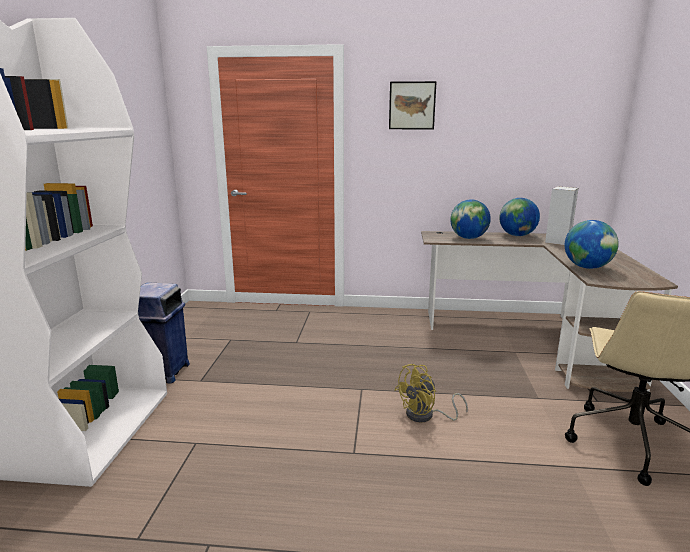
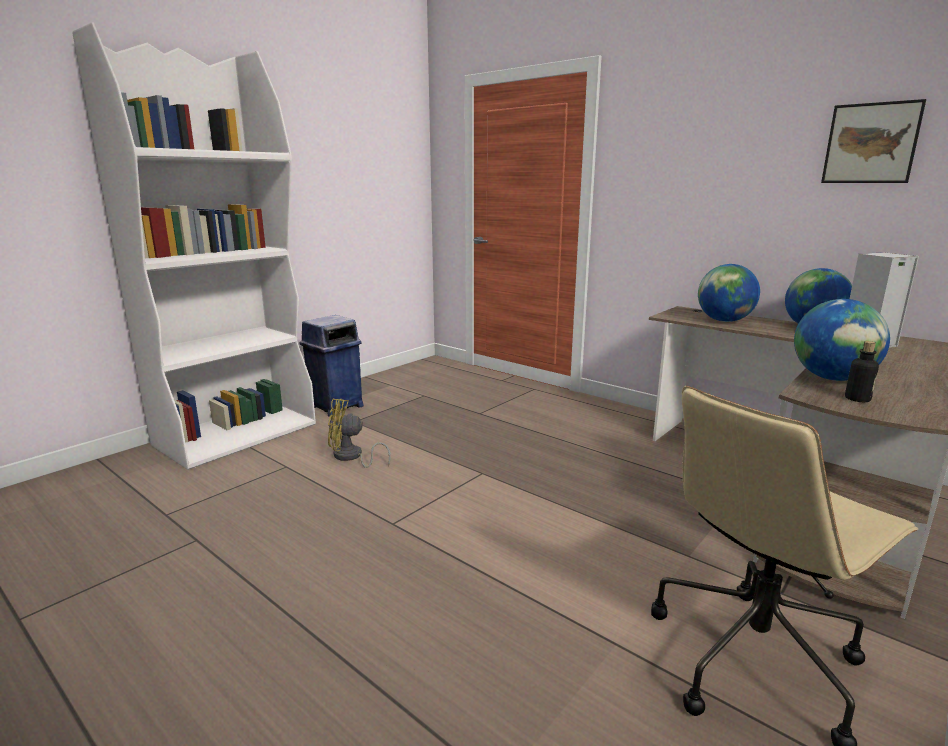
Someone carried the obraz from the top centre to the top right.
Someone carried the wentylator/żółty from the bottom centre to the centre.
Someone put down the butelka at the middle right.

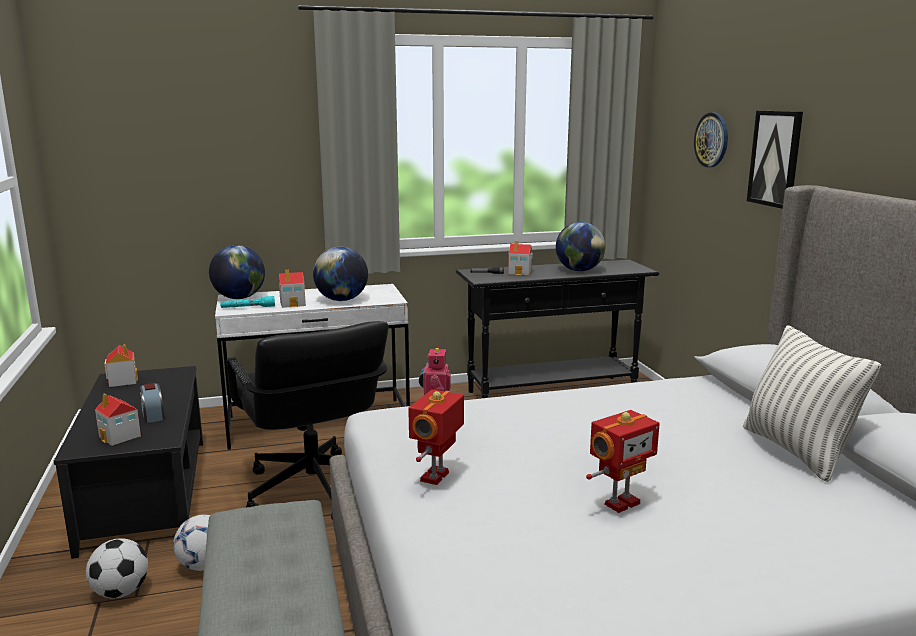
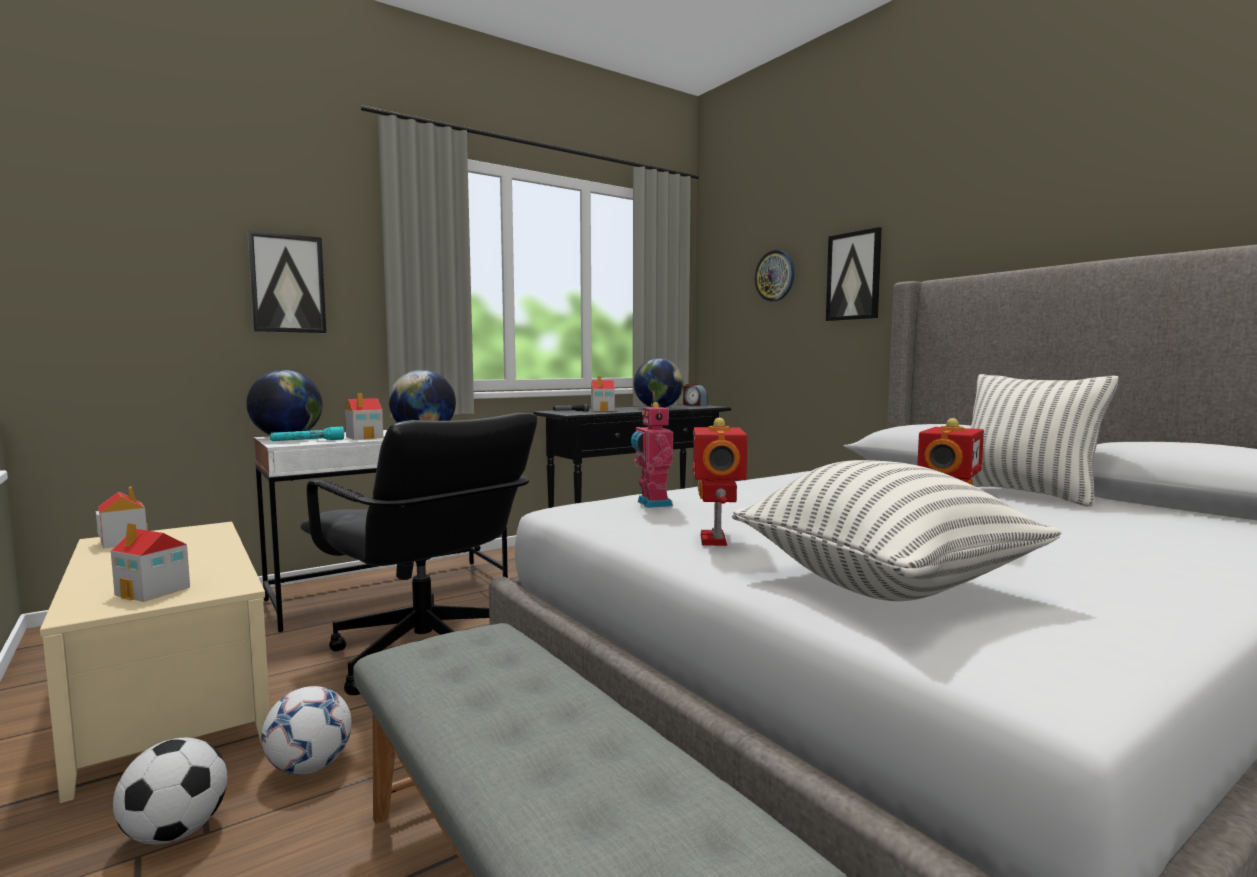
Someone repainted the ława/czarny at the bottom left, which became the ława/beżowy at the bottom left.
Someone carried the budzik from the middle left to the centre.
Someone put up the obraz (1st from left) at the top left.
Someone put down the poduszka (1st from left) at the middle right.

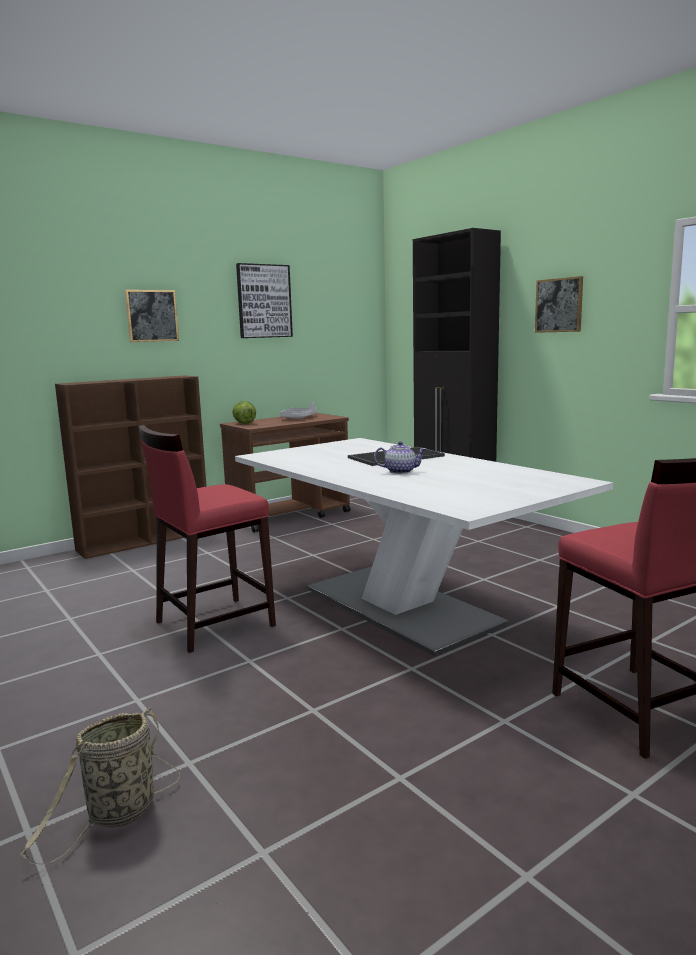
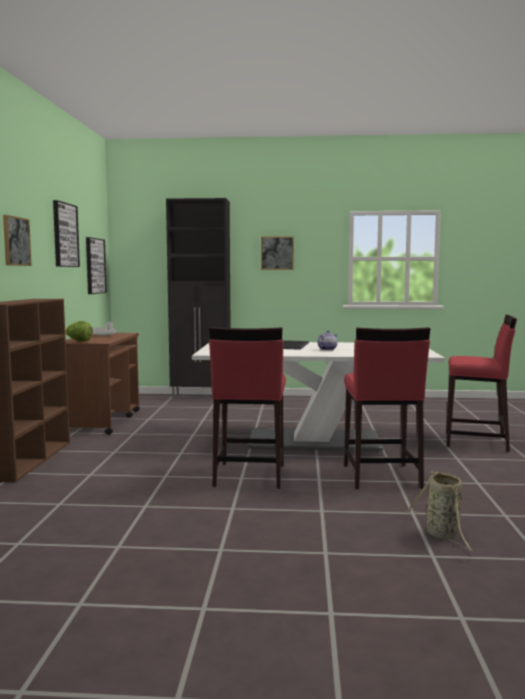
Someone put up the obraz (3rd from left) at the middle left.
Someone put down the stołek/czerwony (2nd from left) at the middle right.

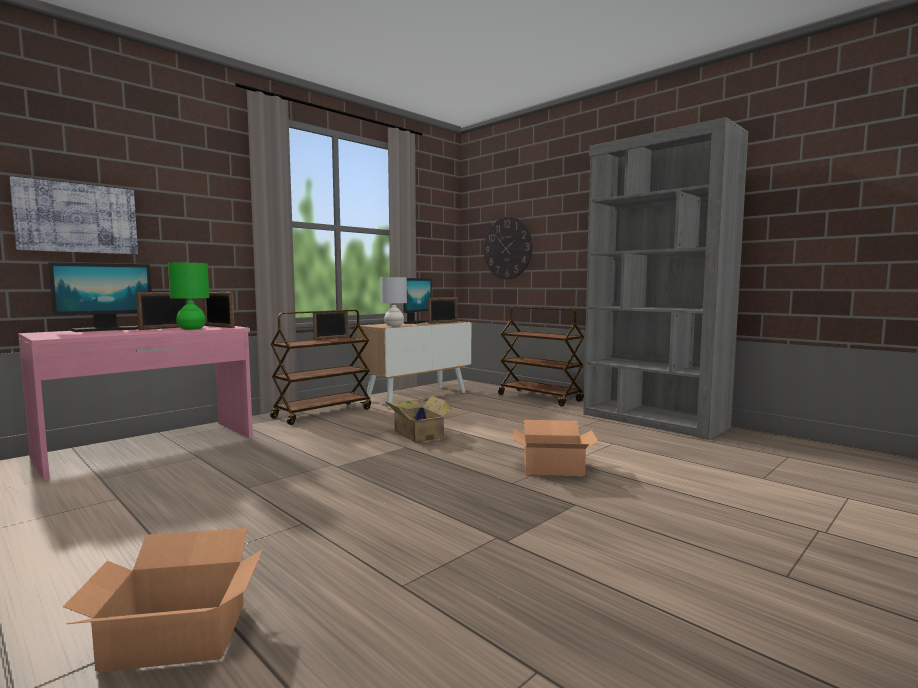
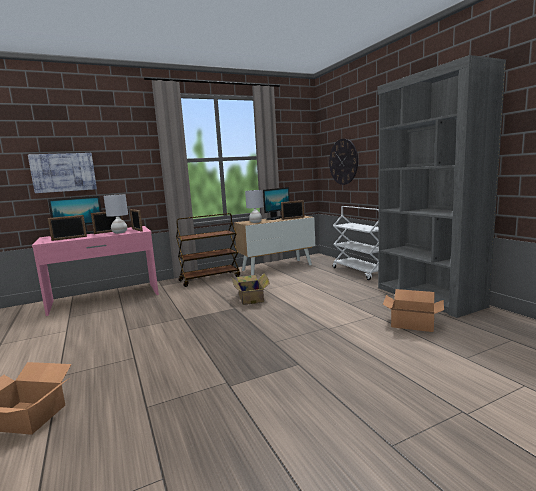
Someone repainted the lampa stołowa/zielony at the middle left, which became the lampa stołowa/szary (1st from left) at the middle left.
Someone repainted the wózek/brązowy (2nd from left) at the centre, which became the wózek/biały at the centre.
Someone carried the ramka na zdjęcie (3rd from left in the first image) from the centre to the middle left.
Someone carried the karton (3rd from left) from the centre to the middle right.

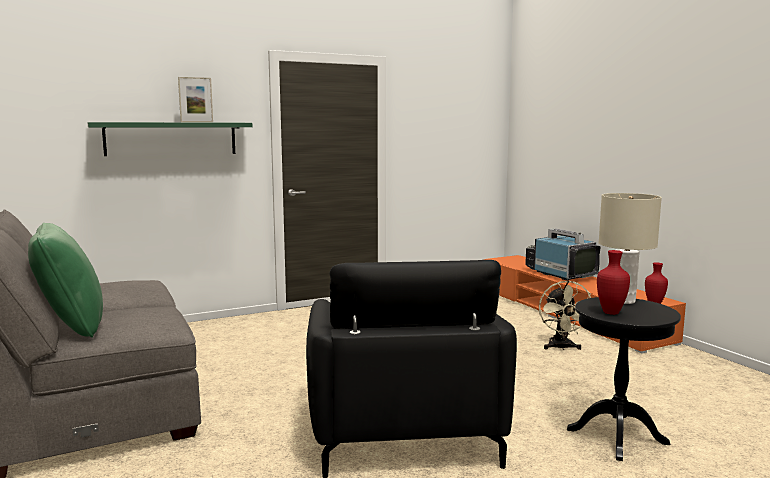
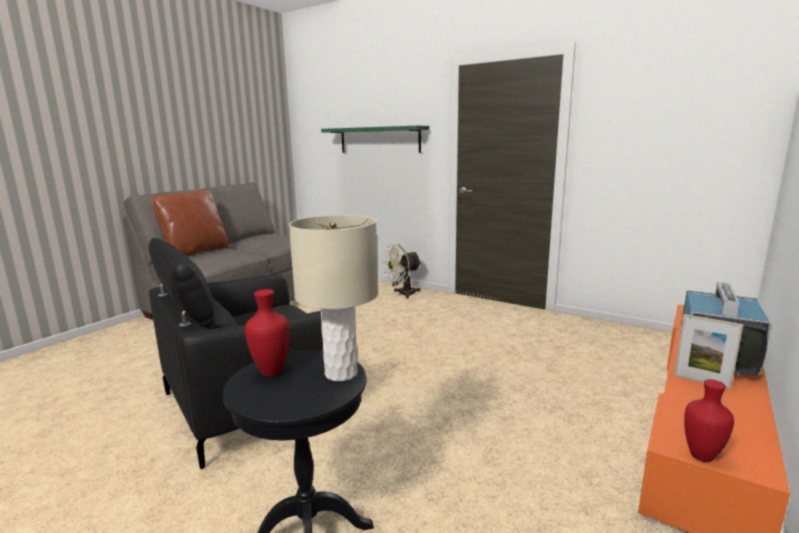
Someone carried the ramka na zdjęcie from the top left to the middle right.
Someone repainted the poduszka/zielony at the middle left, which became the poduszka/brązowy at the middle left.
Someone carried the wentylator/beżowy from the middle right to the centre.

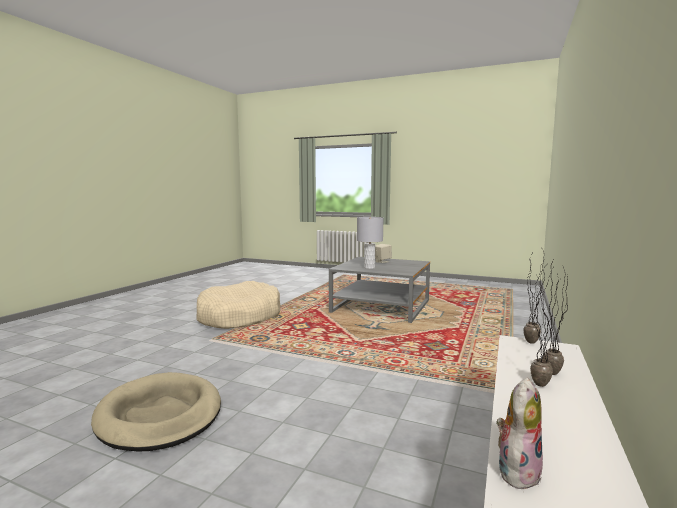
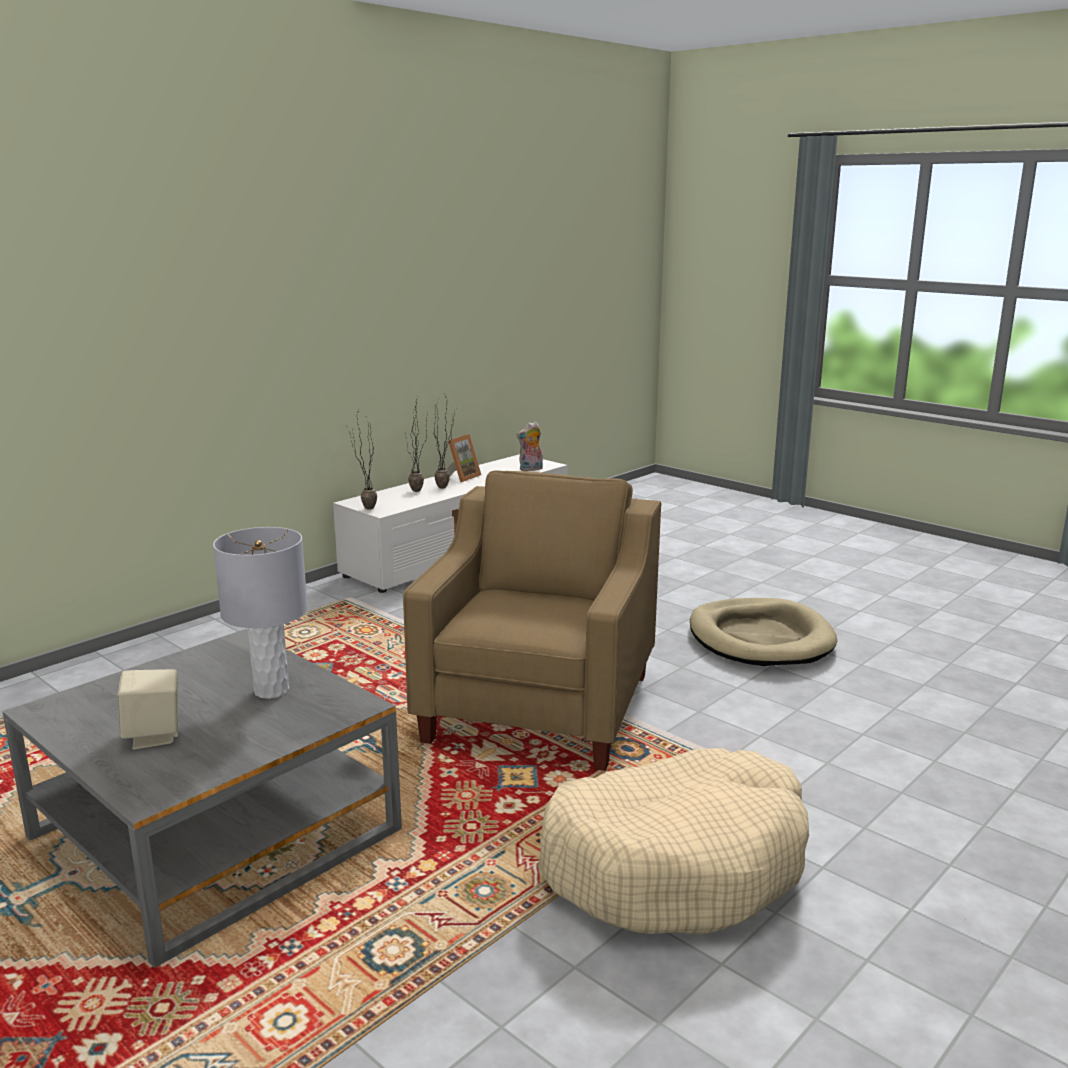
Someone put down the ramka na zdjęcie at the centre.
Someone put down the fotel/beżowy at the centre.

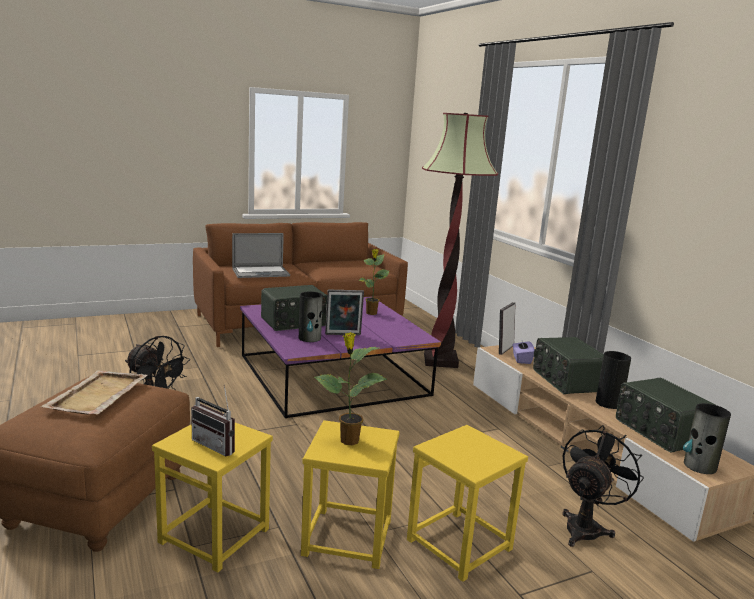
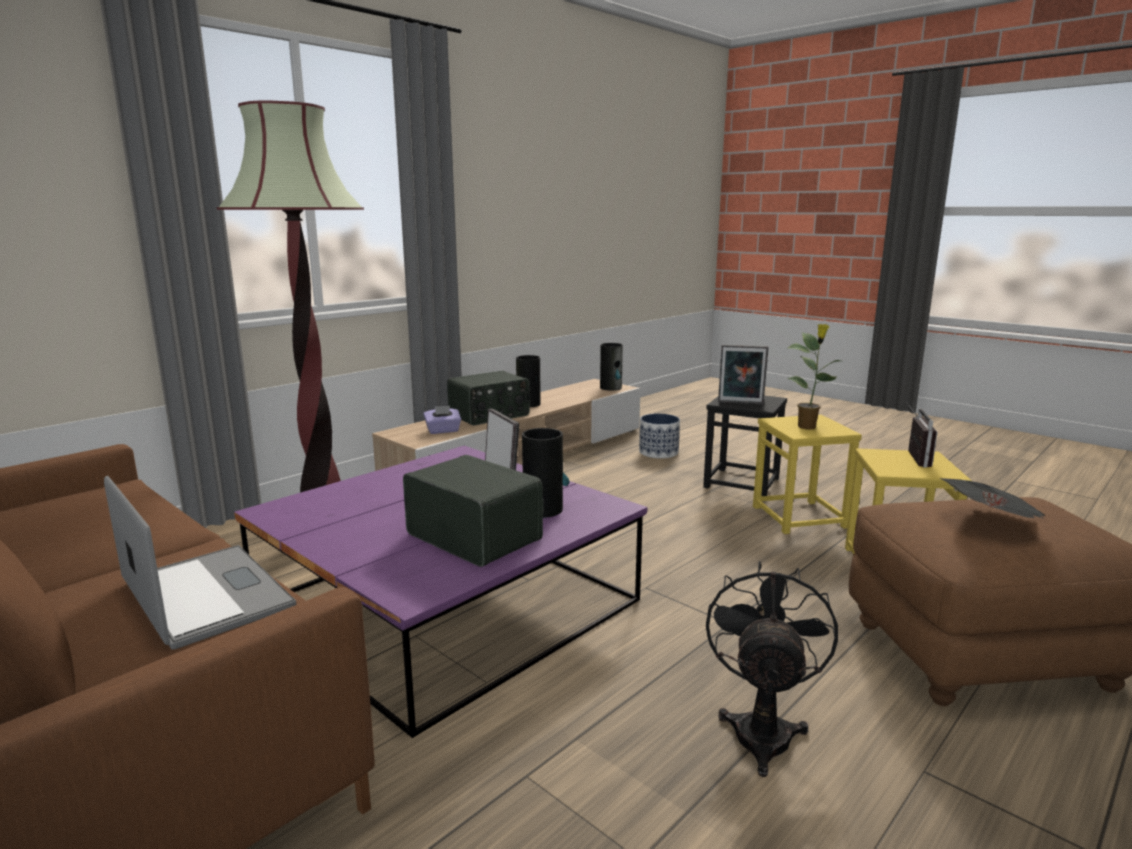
Someone took away the roślina doniczkowa (2nd from left) at the centre.
Someone carried the ramka na zdjęcie (2nd from left) from the middle right to the centre.
Someone swapped the taca/beżowy at the middle left for the gazeta at the middle right.
Someone took away the radio (4th from left) at the bottom right.
Someone repainted the stołek/żółty (3rd from left) at the bottom centre, which became the stołek/czarny at the centre.
Someone swapped the wentylator/czarny (2nd from left) at the bottom right for the donica at the centre.

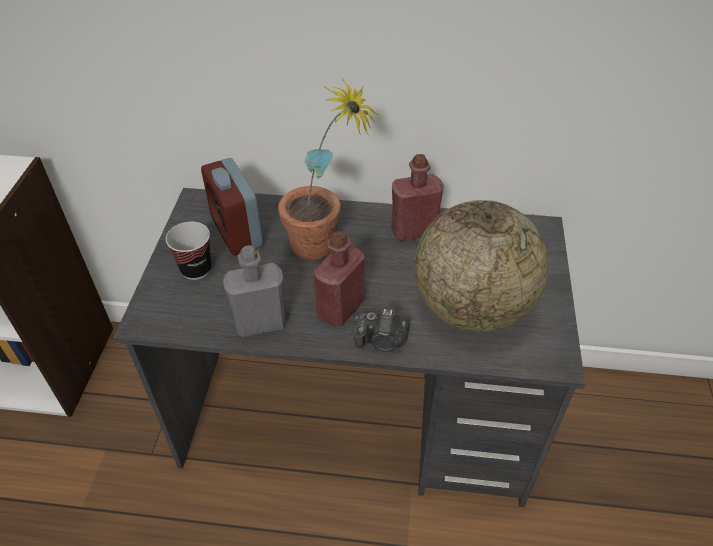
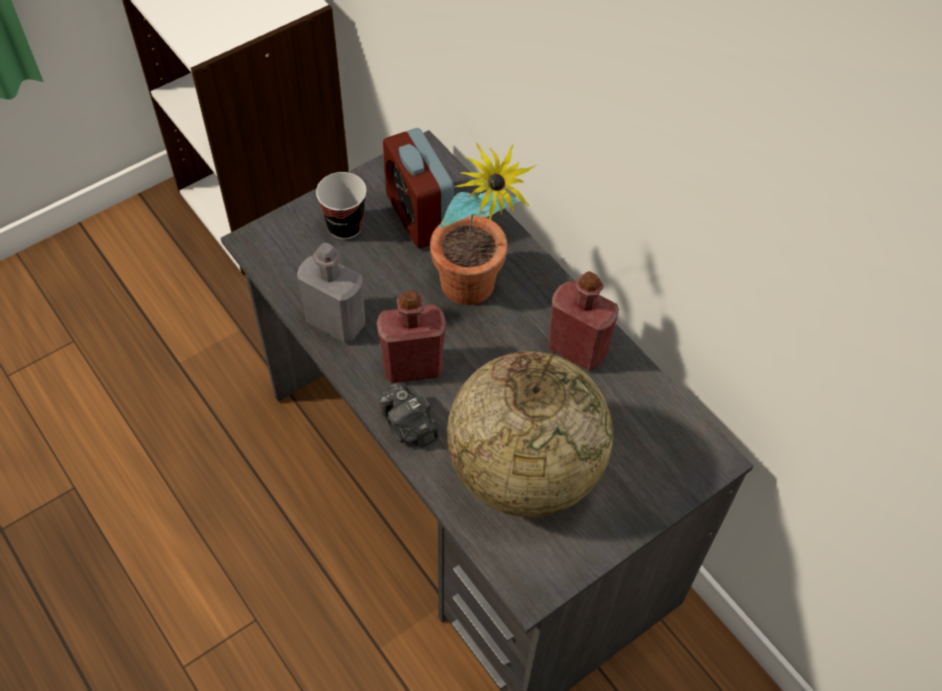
Someone rotated the budzik at the middle left by 45 degrees counterclockwise.

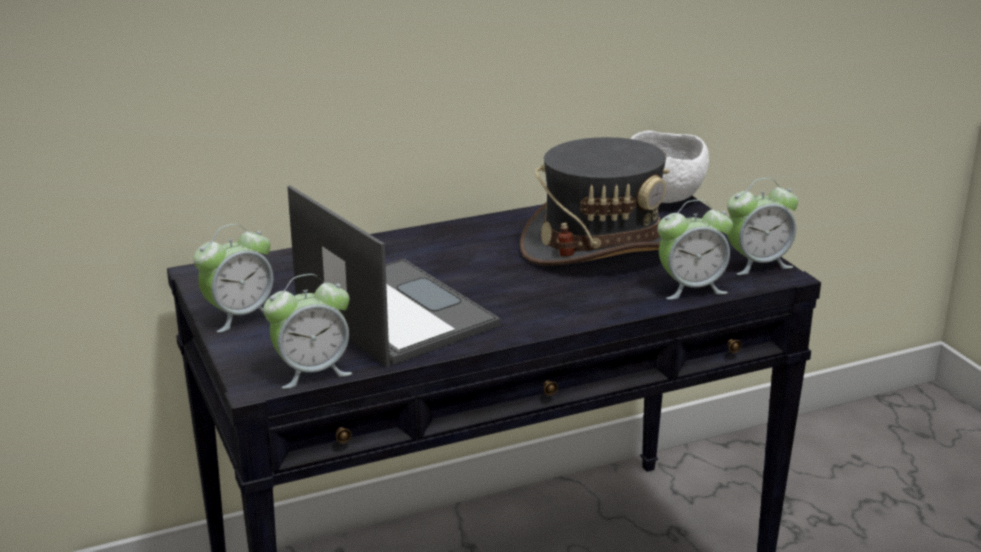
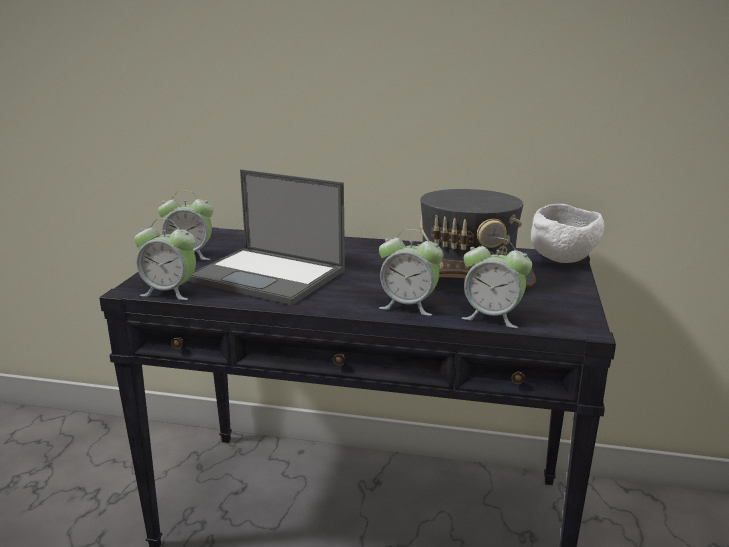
Someone carried the budzik (4th from left in the first image) from the middle right to the centre.
Someone rotated the laptop at the centre by 120 degrees clockwise.

